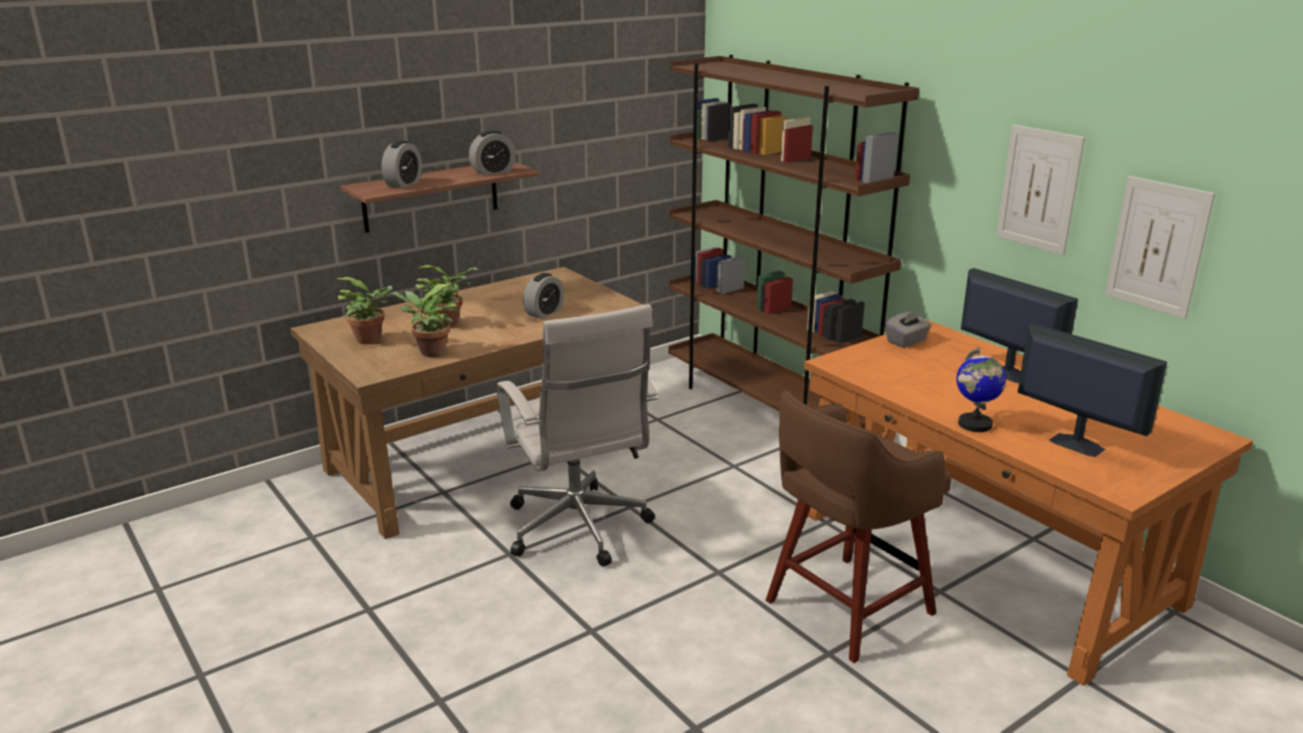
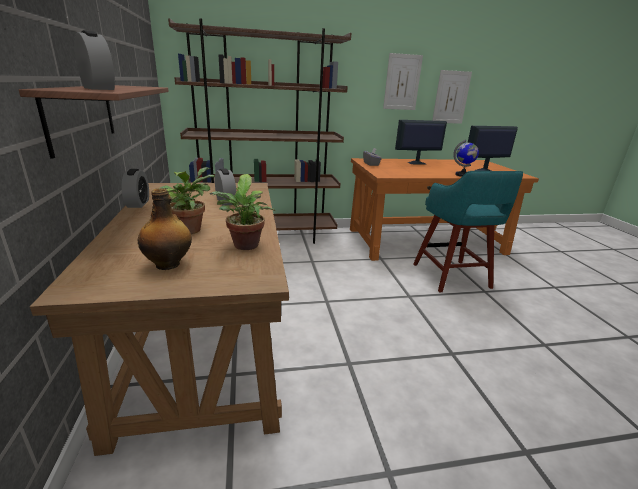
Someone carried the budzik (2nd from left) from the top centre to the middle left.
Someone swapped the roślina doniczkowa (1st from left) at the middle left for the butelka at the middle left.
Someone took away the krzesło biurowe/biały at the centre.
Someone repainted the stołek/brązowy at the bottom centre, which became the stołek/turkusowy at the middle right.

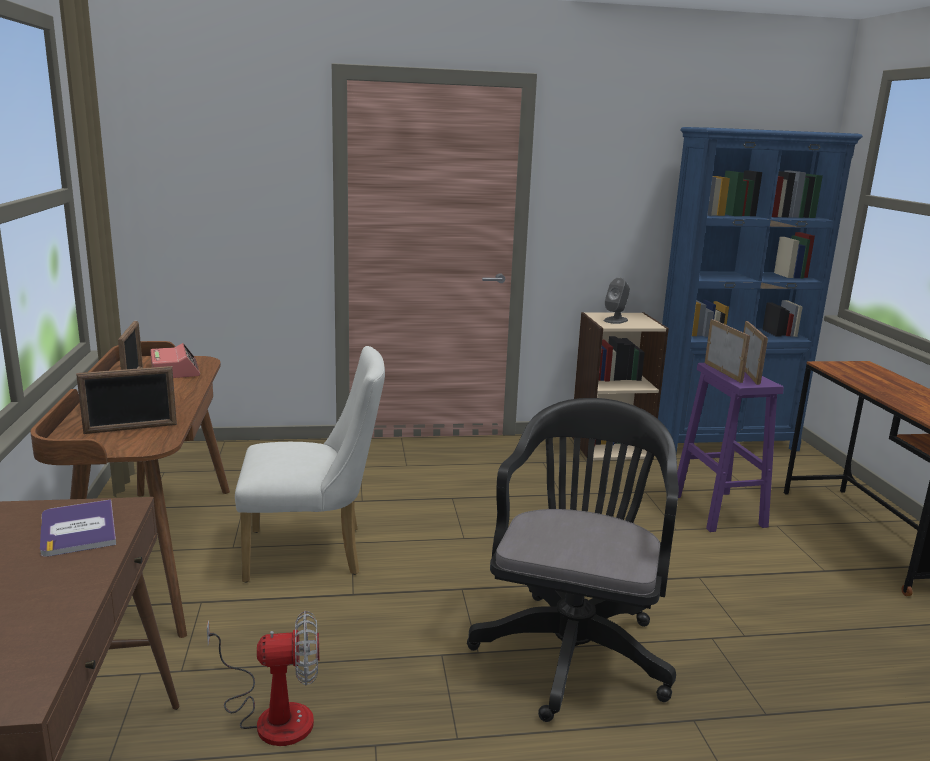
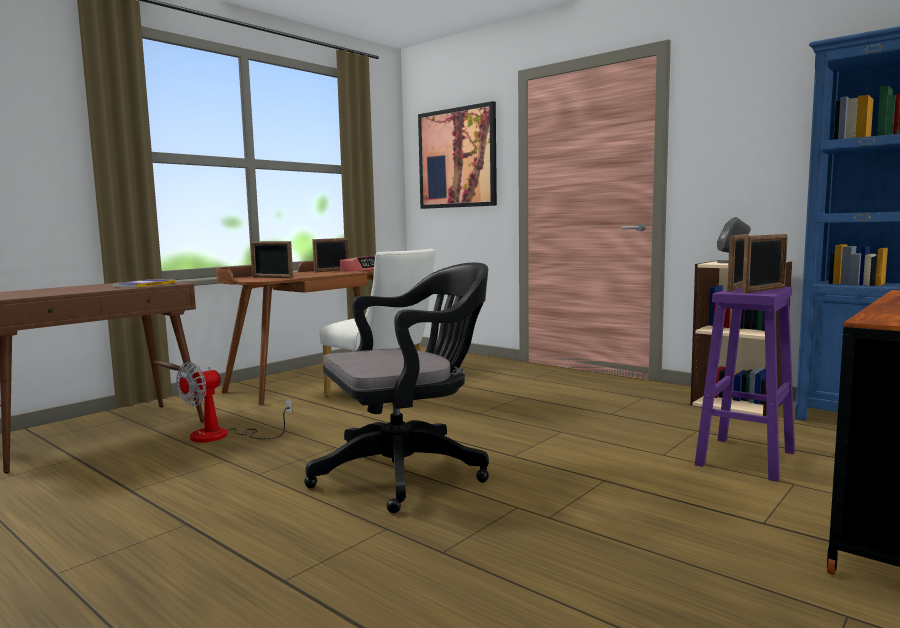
Someone rotated the wentylator at the bottom left by 90 degrees clockwise.
Someone put up the obraz at the top centre.

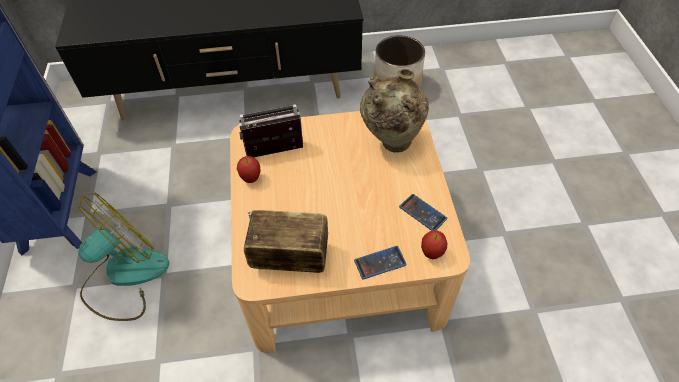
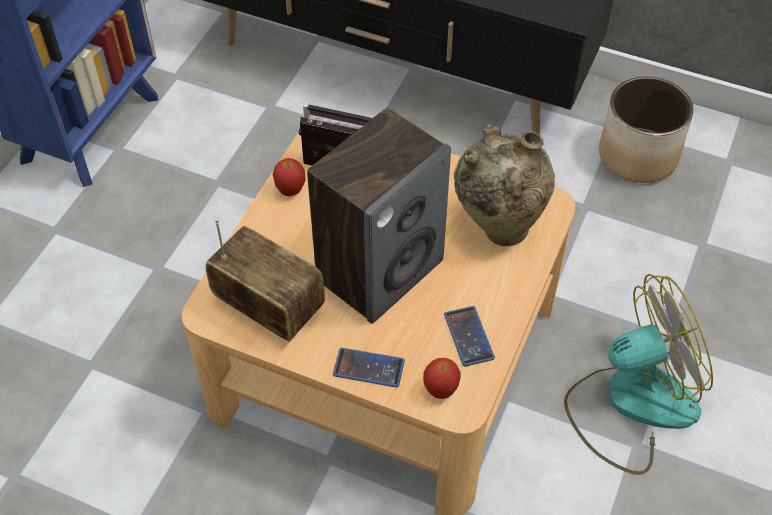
Someone carried the wentylator from the bottom left to the bottom right.
Someone put down the głośnik at the centre.

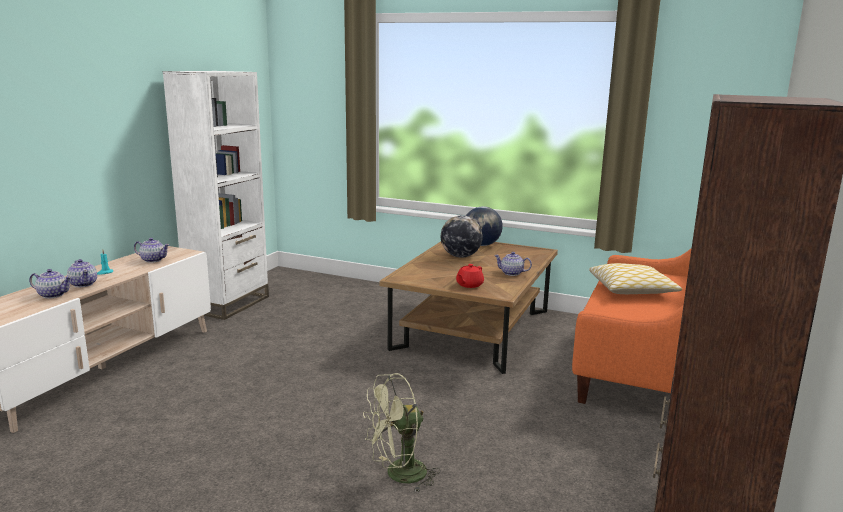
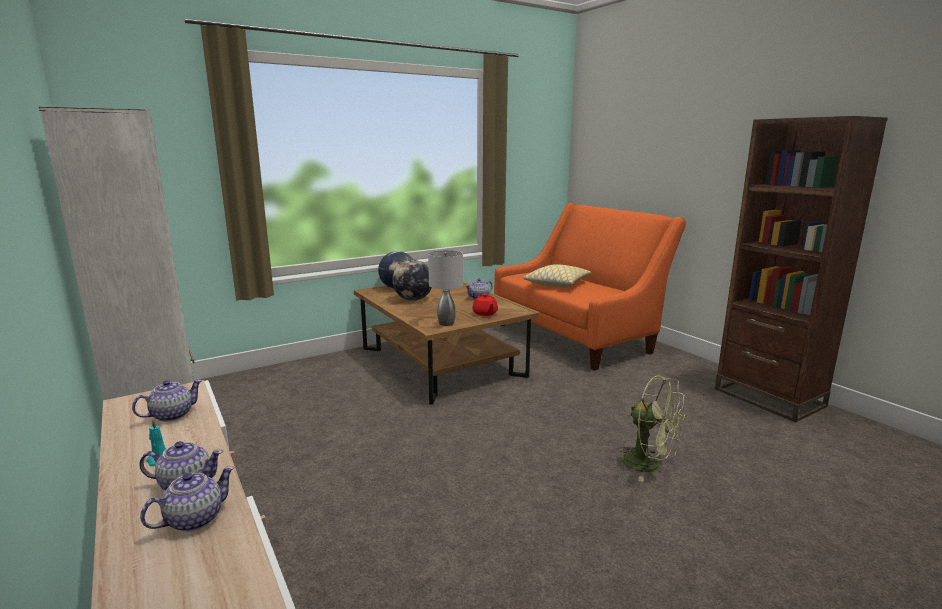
Someone rotated the wentylator/zielony at the bottom centre by 60 degrees counterclockwise.
Someone put down the lampa stołowa/szary at the centre.

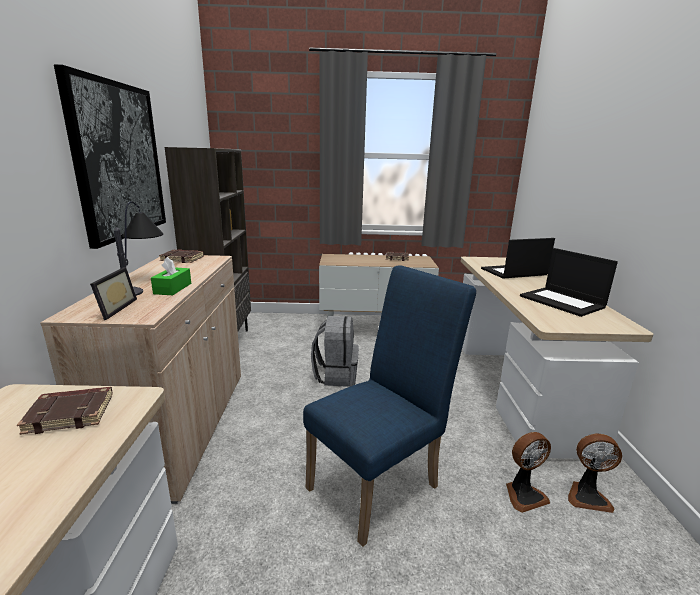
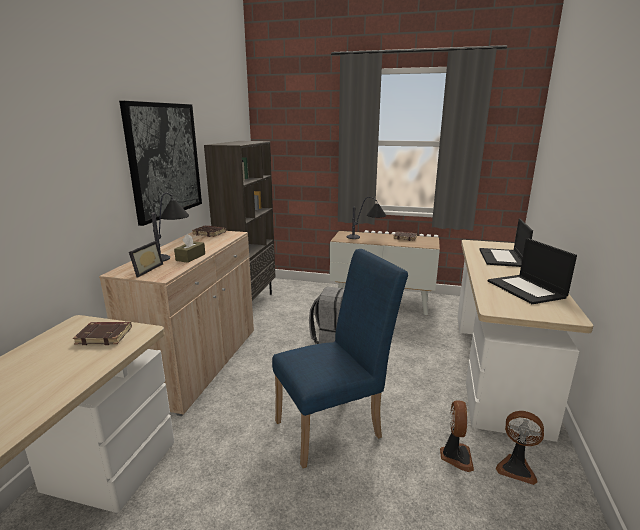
Someone rotated the laptop (1st from left) at the middle right by 75 degrees counterclockwise.
Someone repainted the pudełko chusteczek/zielony at the middle left, which became the pudełko chusteczek/brązowy at the middle left.
Someone rotated the wentylator (1st from left) at the bottom right by 75 degrees counterclockwise.
Someone put down the lampa stołowa (2nd from left) at the centre.

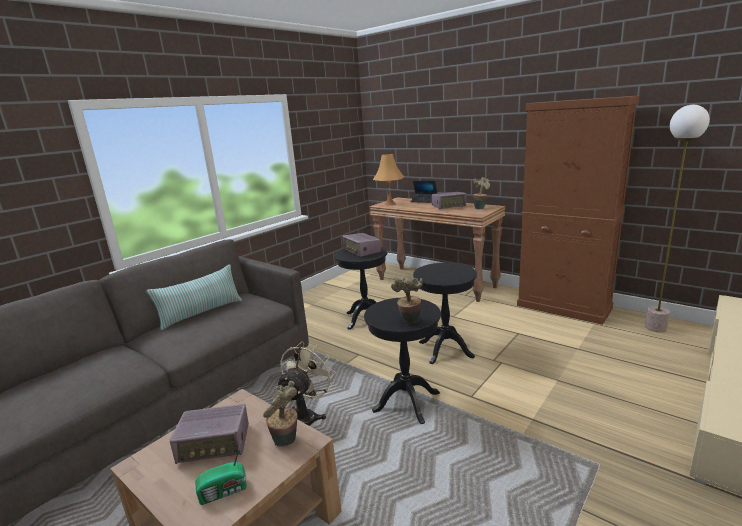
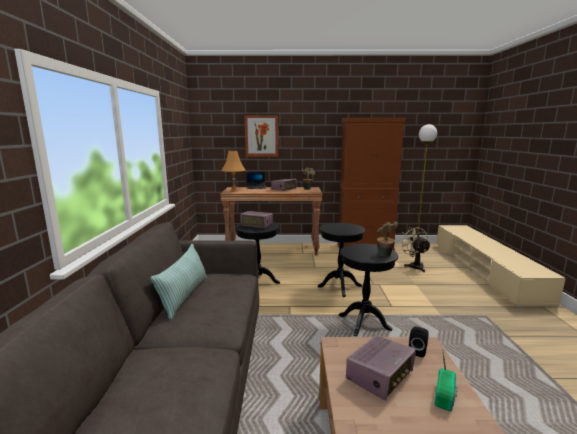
Someone carried the wentylator/beżowy from the bottom centre to the middle right.
Someone swapped the roślina doniczkowa (1st from left) at the bottom centre for the głośnik/czarny at the bottom right.
Someone put up the obraz at the top centre.

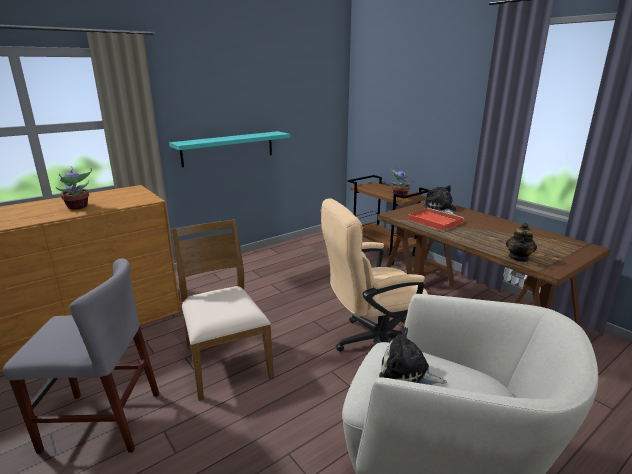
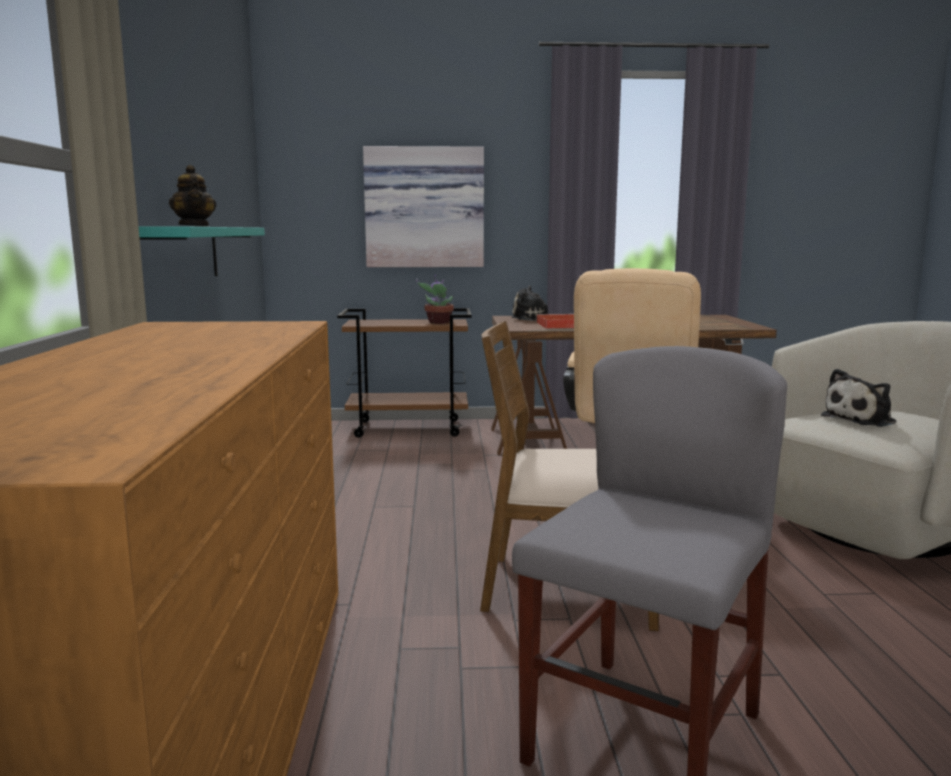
Someone took away the roślina doniczkowa (1st from left) at the middle left.
Someone carried the imbryk from the middle right to the top left.
Someone put up the obraz at the top centre.

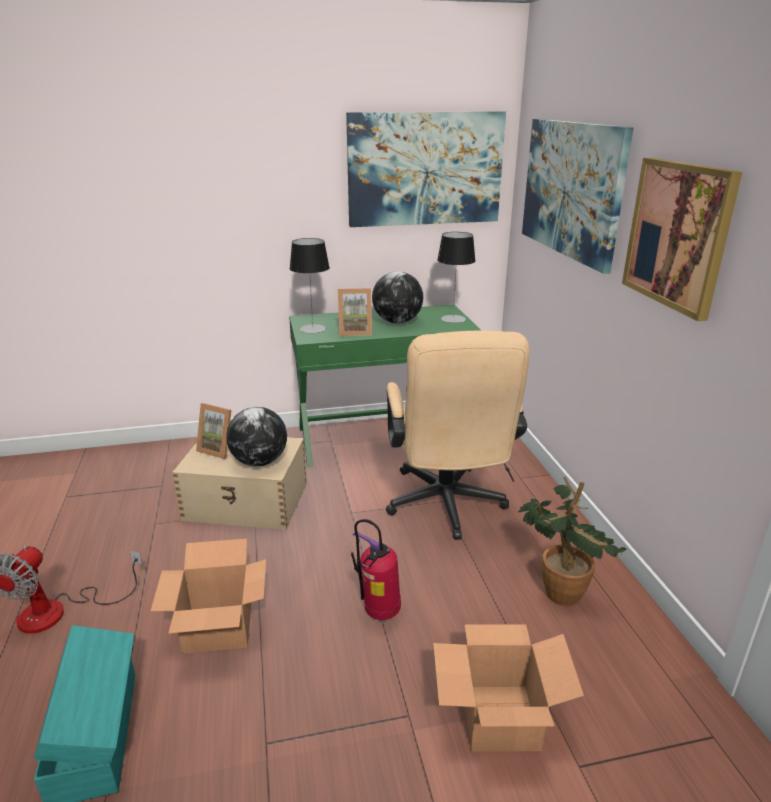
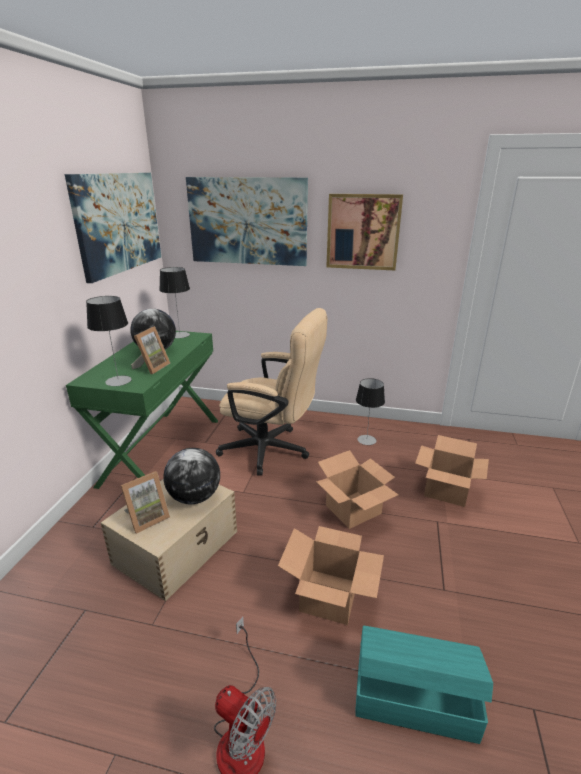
Someone swapped the roślina doniczkowa at the bottom right for the lampa stołowa (3rd from left) at the centre.
Someone swapped the gaśnica at the bottom centre for the karton (2nd from left) at the centre.

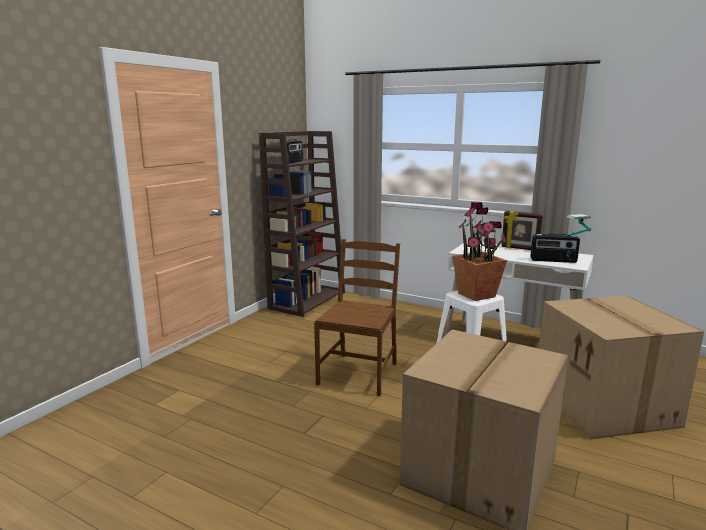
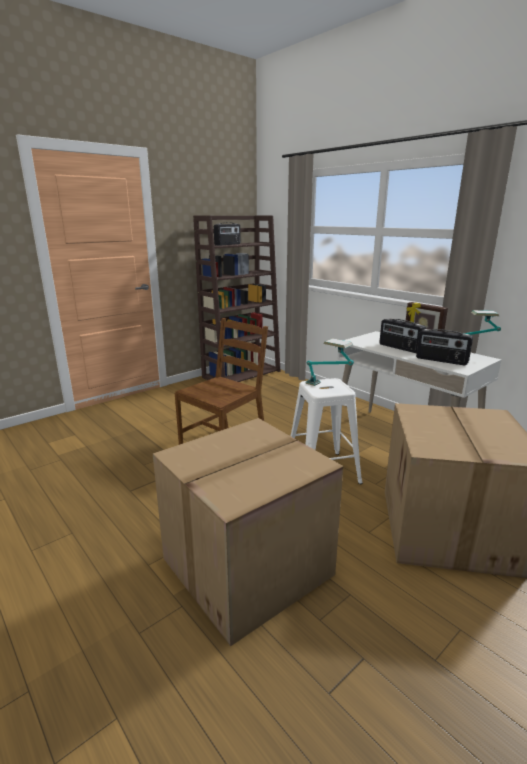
Someone swapped the roślina doniczkowa at the middle right for the lampa stołowa (1st from left) at the centre.
Someone put down the radio (2nd from left) at the middle right.

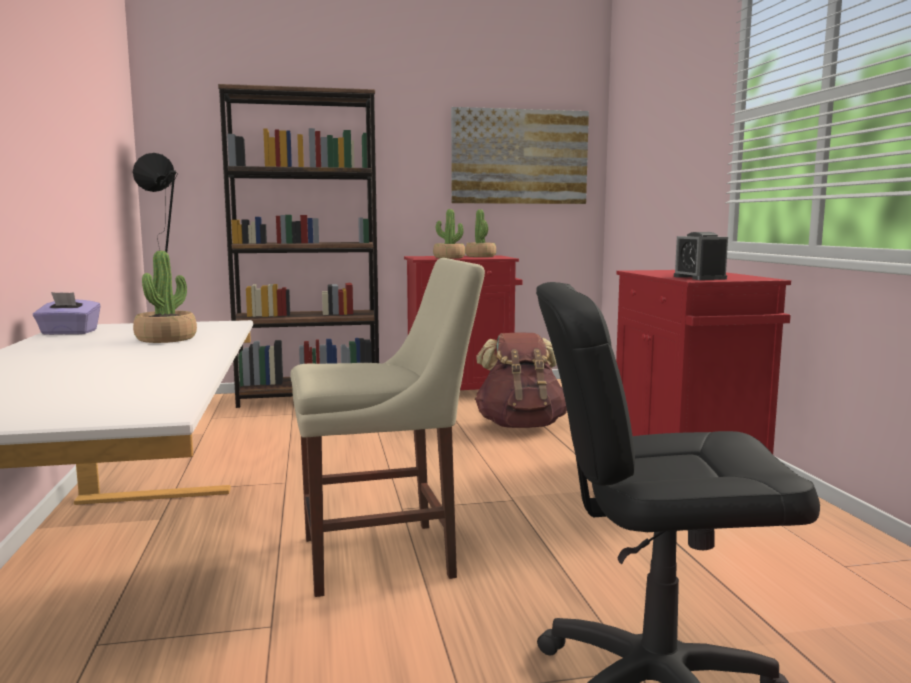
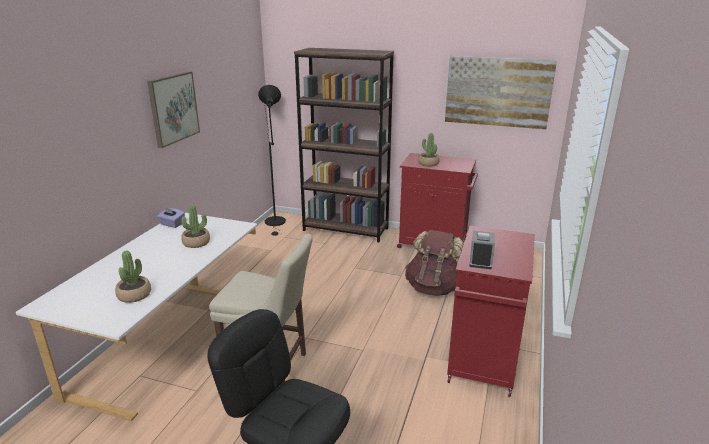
Someone carried the roślina doniczkowa (3rd from left in the first image) from the centre to the middle left.
Someone put up the obraz (1st from left) at the top left.

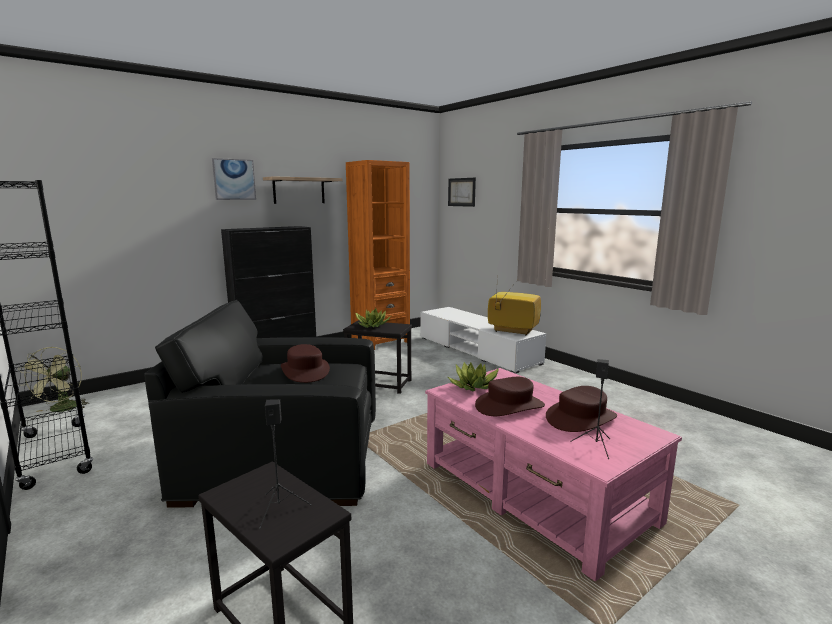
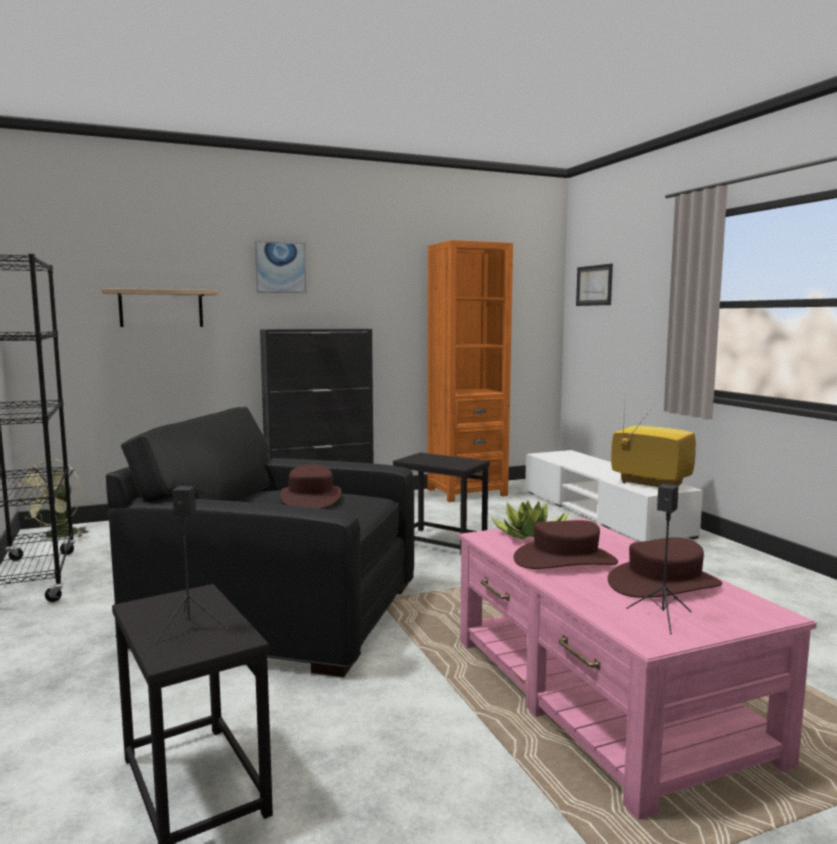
Someone carried the półka from the top centre to the middle left.
Someone took away the roślina doniczkowa (1st from left) at the centre.

